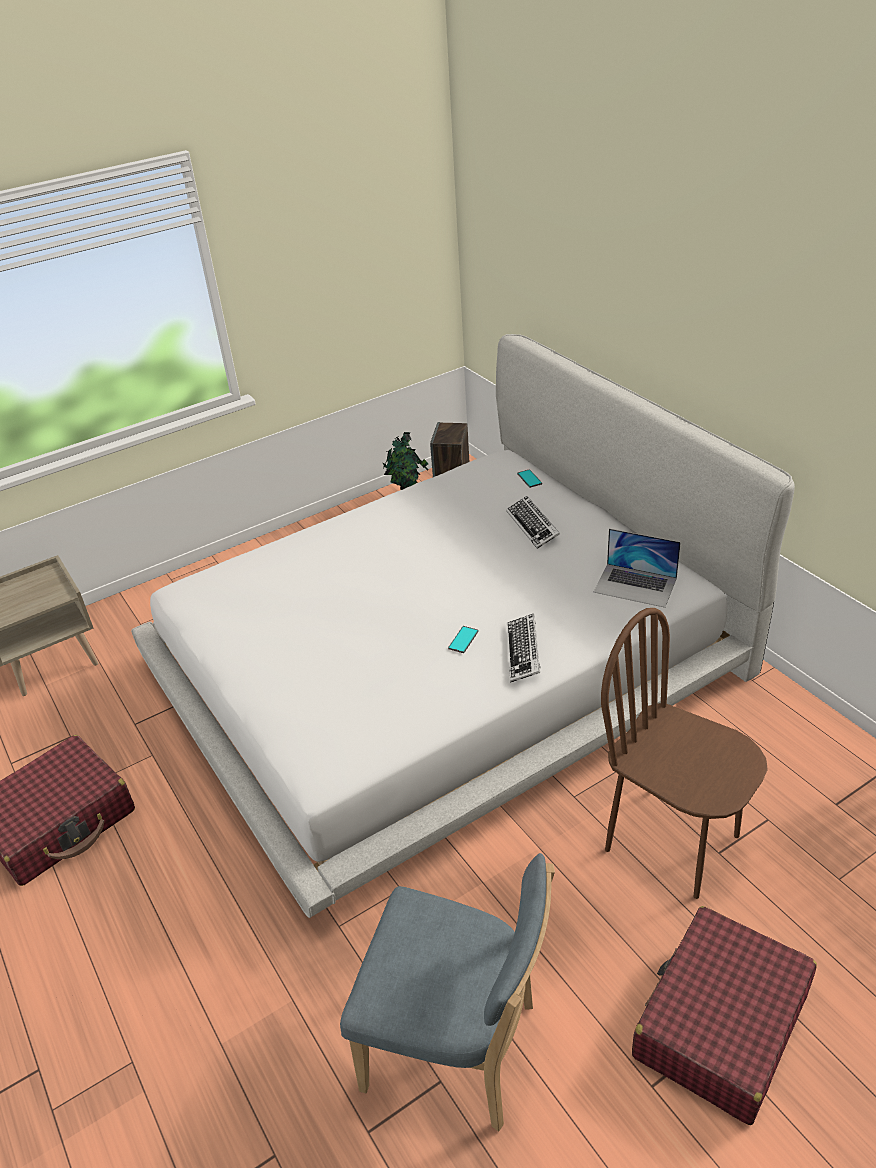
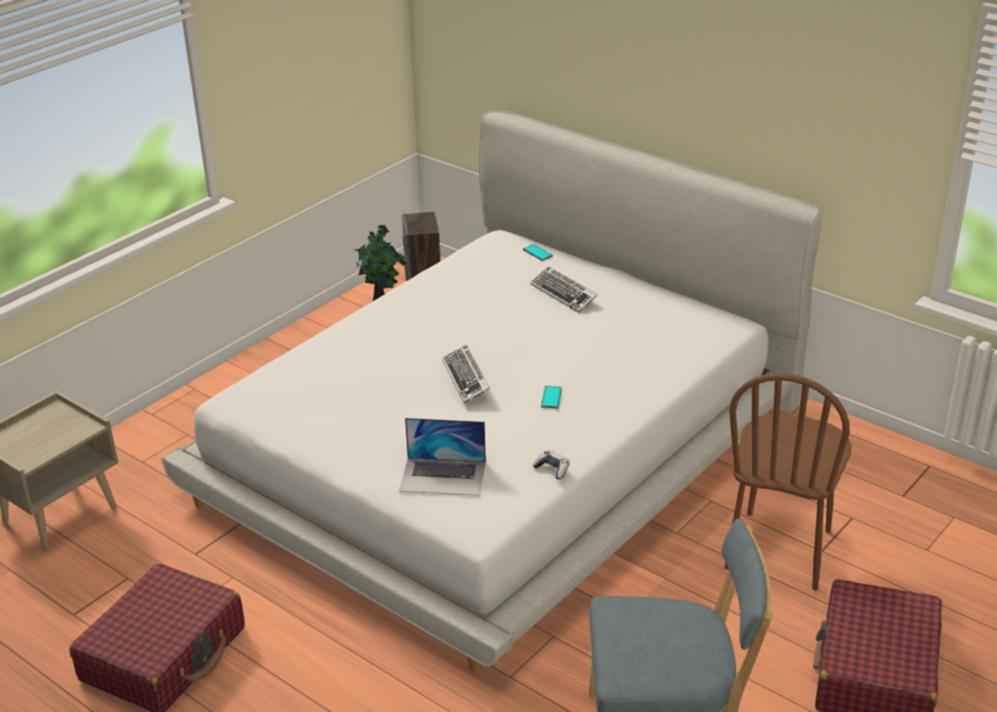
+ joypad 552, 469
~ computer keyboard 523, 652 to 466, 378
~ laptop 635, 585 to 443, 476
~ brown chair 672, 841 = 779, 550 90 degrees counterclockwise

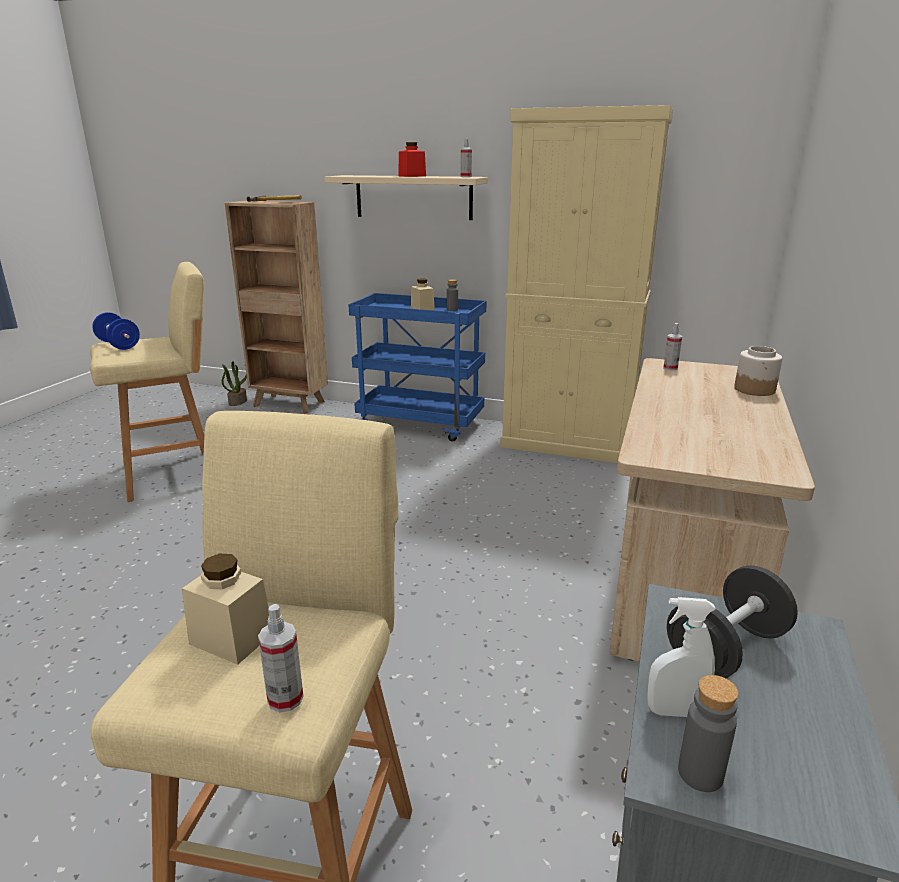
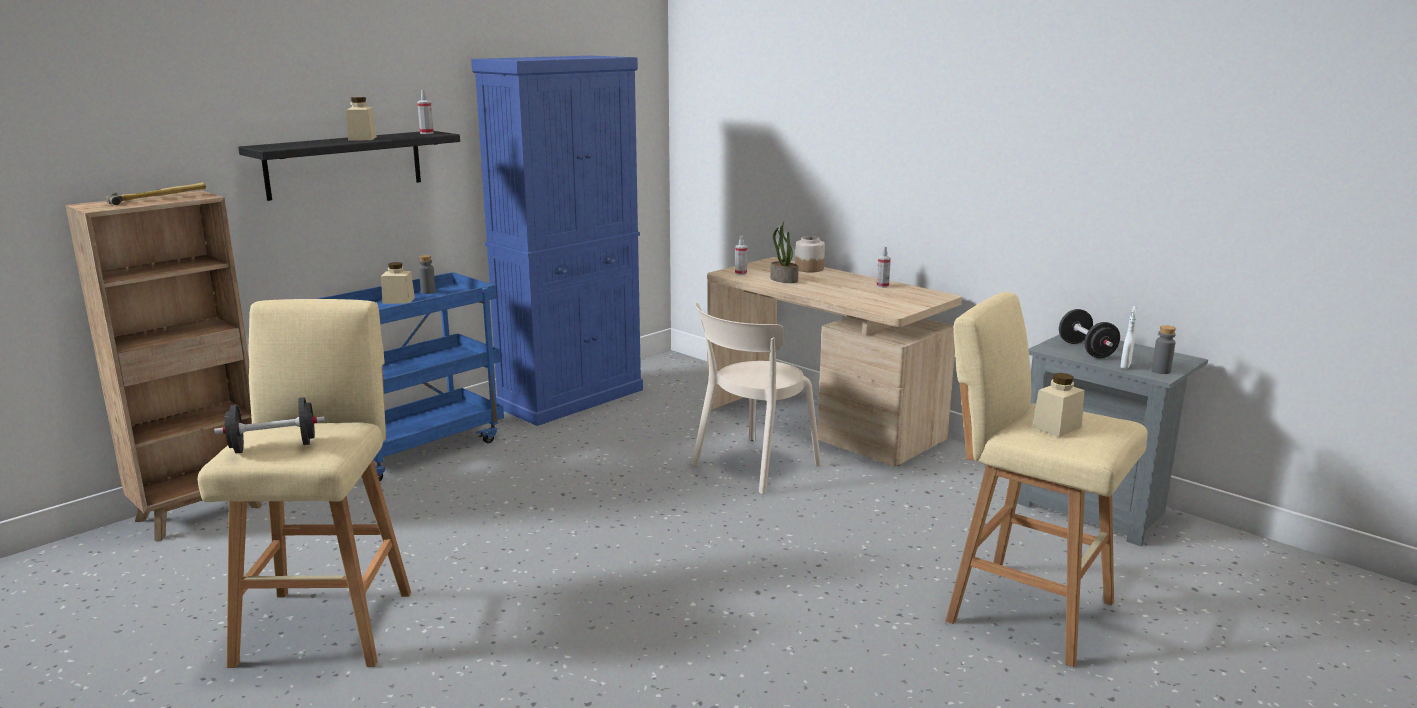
+ sand-coloured chair 752, 467
~ houseplant 237, 402 to 783, 280
~ sprayer 285, 698 to 882, 286
~ bluish dumbbell 118, 345 to blackish dumbbell 273, 447
~ sand-coloured wall shelf 413, 197 to blackish wall shelf 344, 164
~ reddish jar 412, 176 to sand-coloured jar 362, 138
~ sand-coloured cupboard 568, 443 to bluish cupboard 571, 398

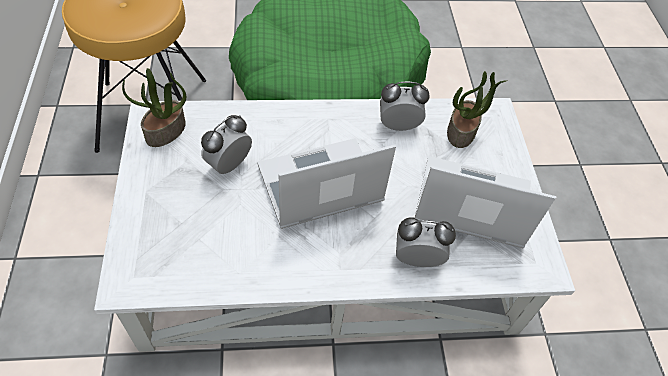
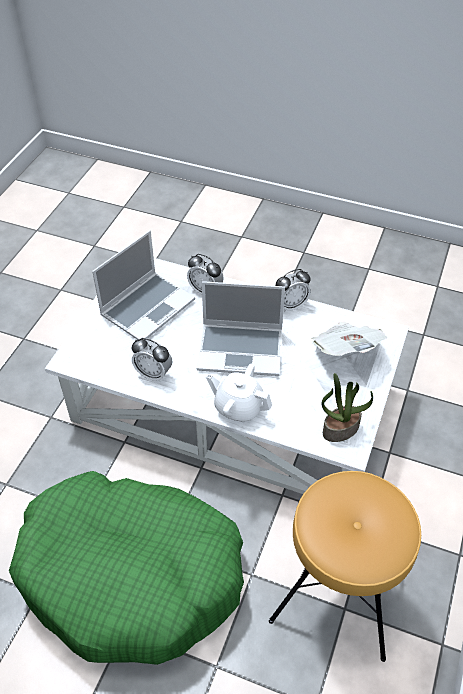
- houseplant 462, 132
+ white teapot 238, 407
+ printed paper 345, 350
~ alarm clock 229, 165 to 290, 305
~ laptop 470, 204 = 147, 307 90 degrees counterclockwise

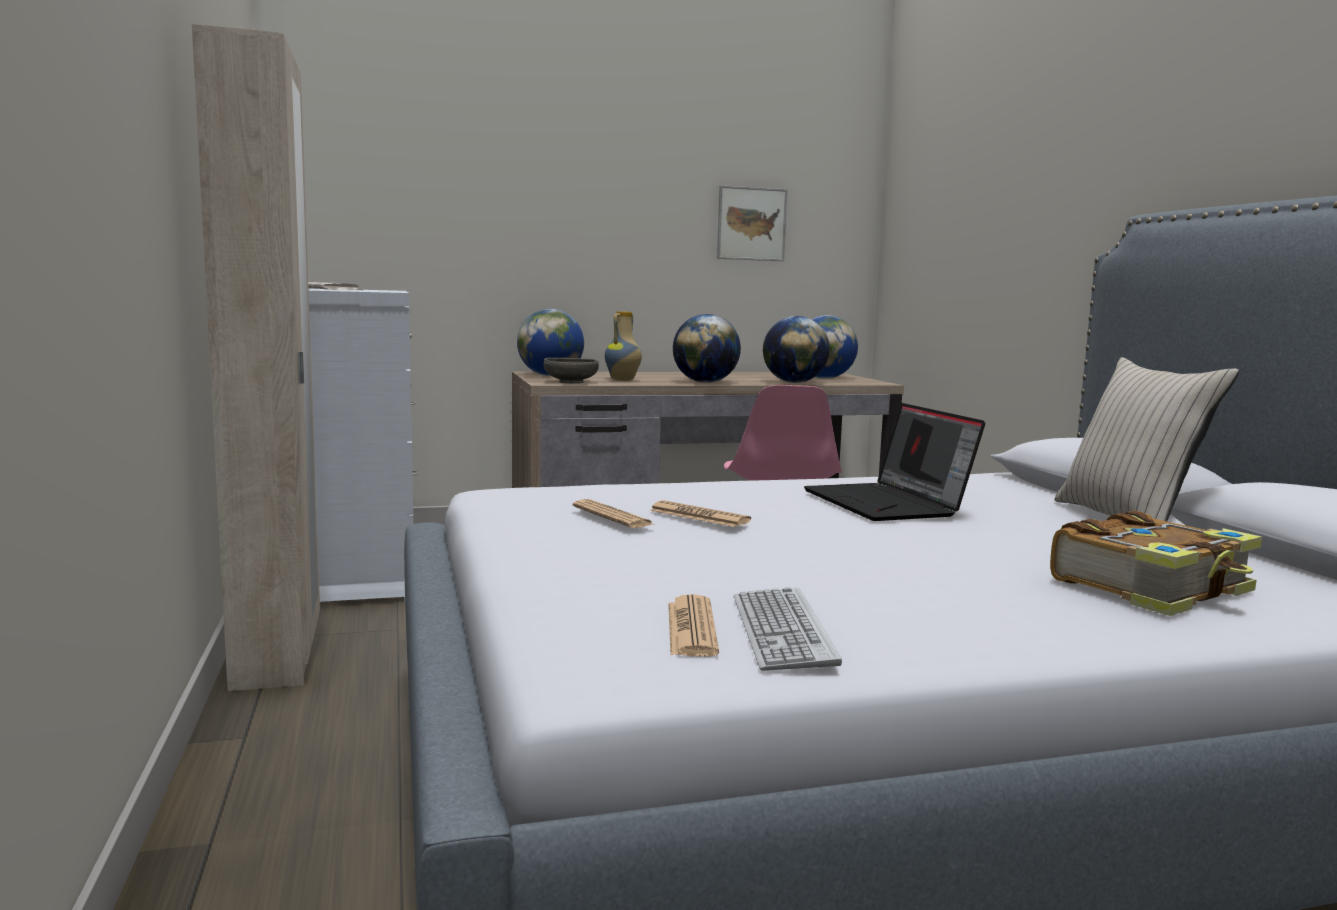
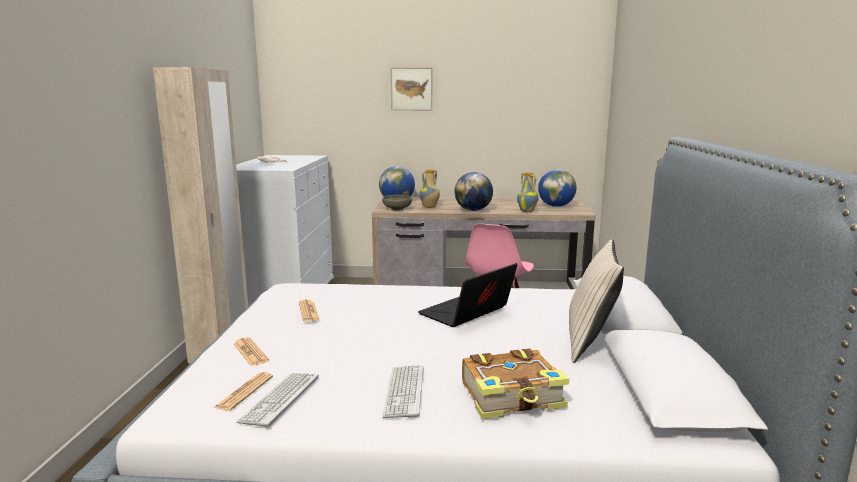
+ computer keyboard 404, 392
~ printed paper 699, 516 to 250, 352
~ wall art 751, 224 to 411, 89
~ globe 794, 382 to vase 527, 211
~ laptop 889, 504 = 466, 313 45 degrees clockwise

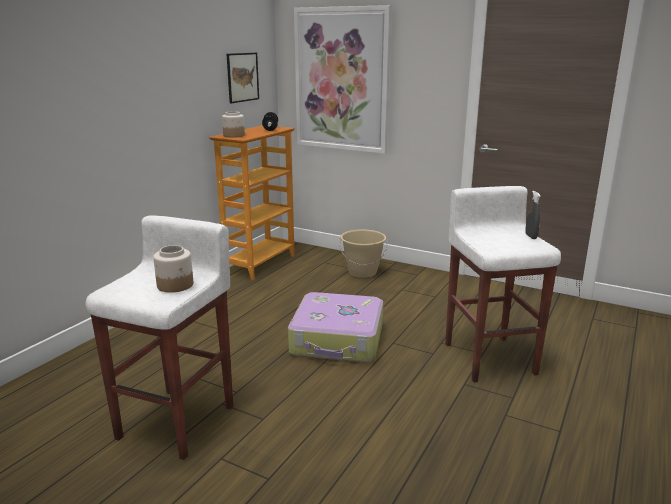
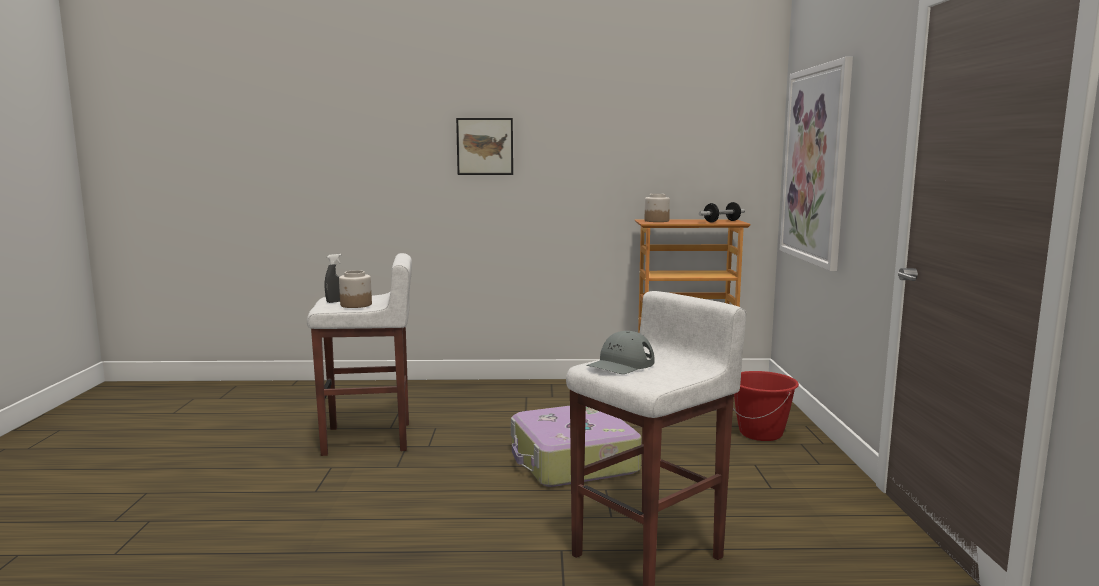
+ grey baseball cap 620, 364
~ wall art 242, 77 to 485, 146
~ grey sprayer 531, 236 to 336, 301
~ sand-coloured pail 362, 272 to reddish pail 761, 433

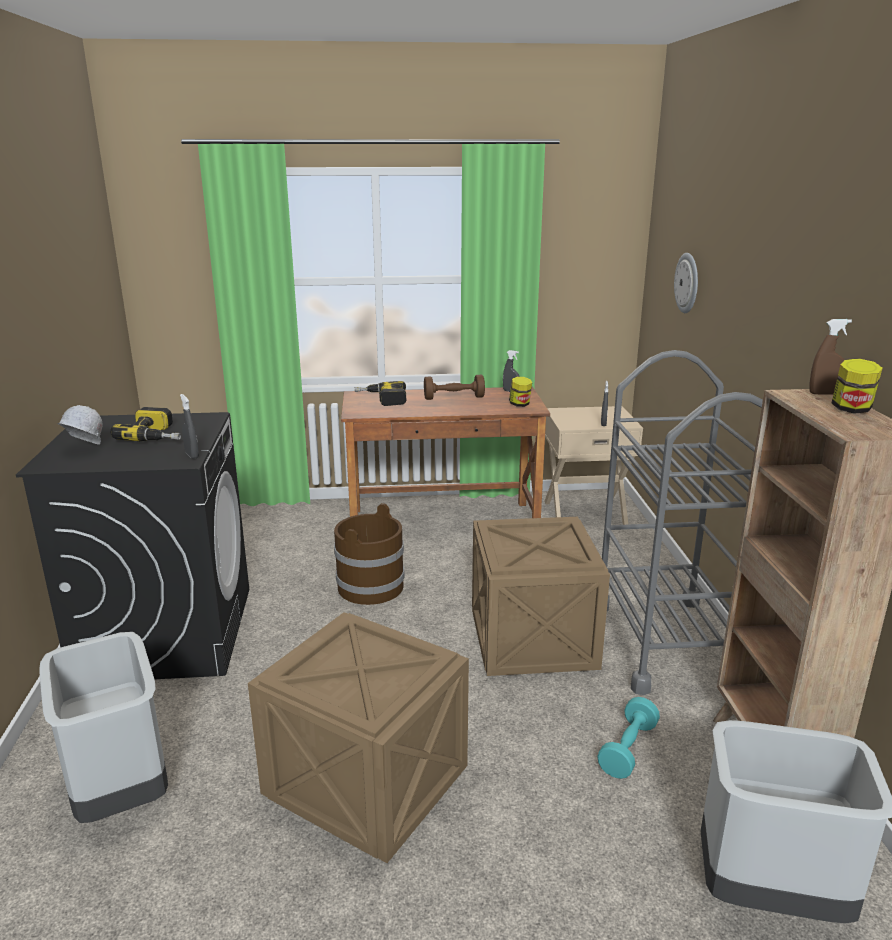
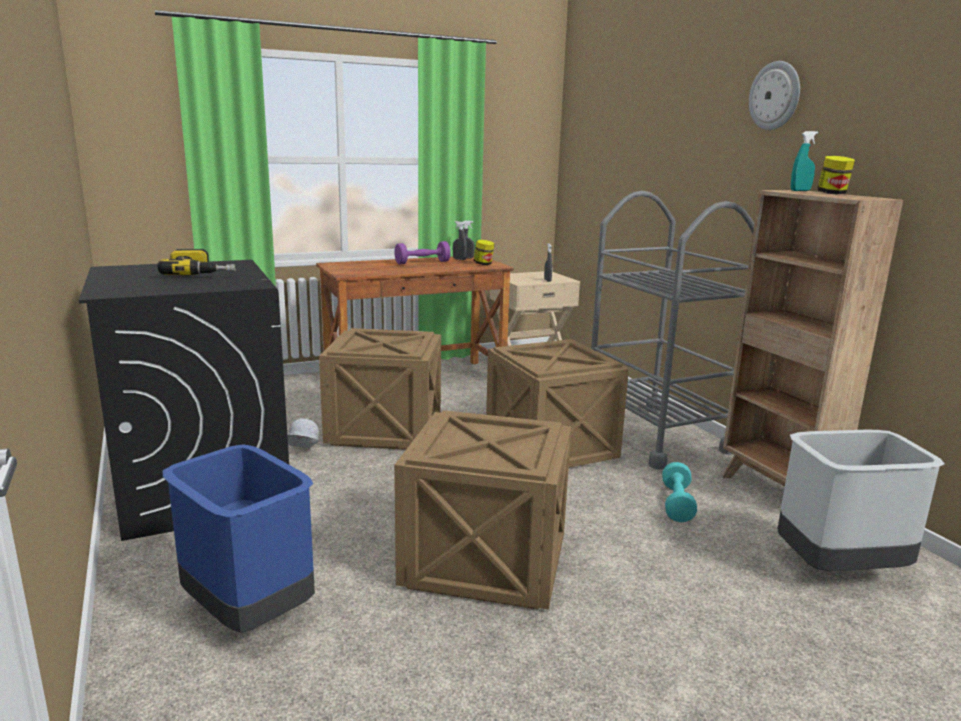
- drill 381, 399
~ white safety helmet 83, 450 to 302, 454
~ grey sprayer 192, 455 to 459, 259
~ hanging clock 687, 283 to 775, 96
~ brown pail 370, 586 to shipping crate 383, 429
~ grey trash can 119, 792 to bluish trash can 246, 613
~ brown dumbbell 454, 398 to purplish dumbbell 422, 263
~ brown sprayer 824, 393 to turquoise-coloured sprayer 800, 190

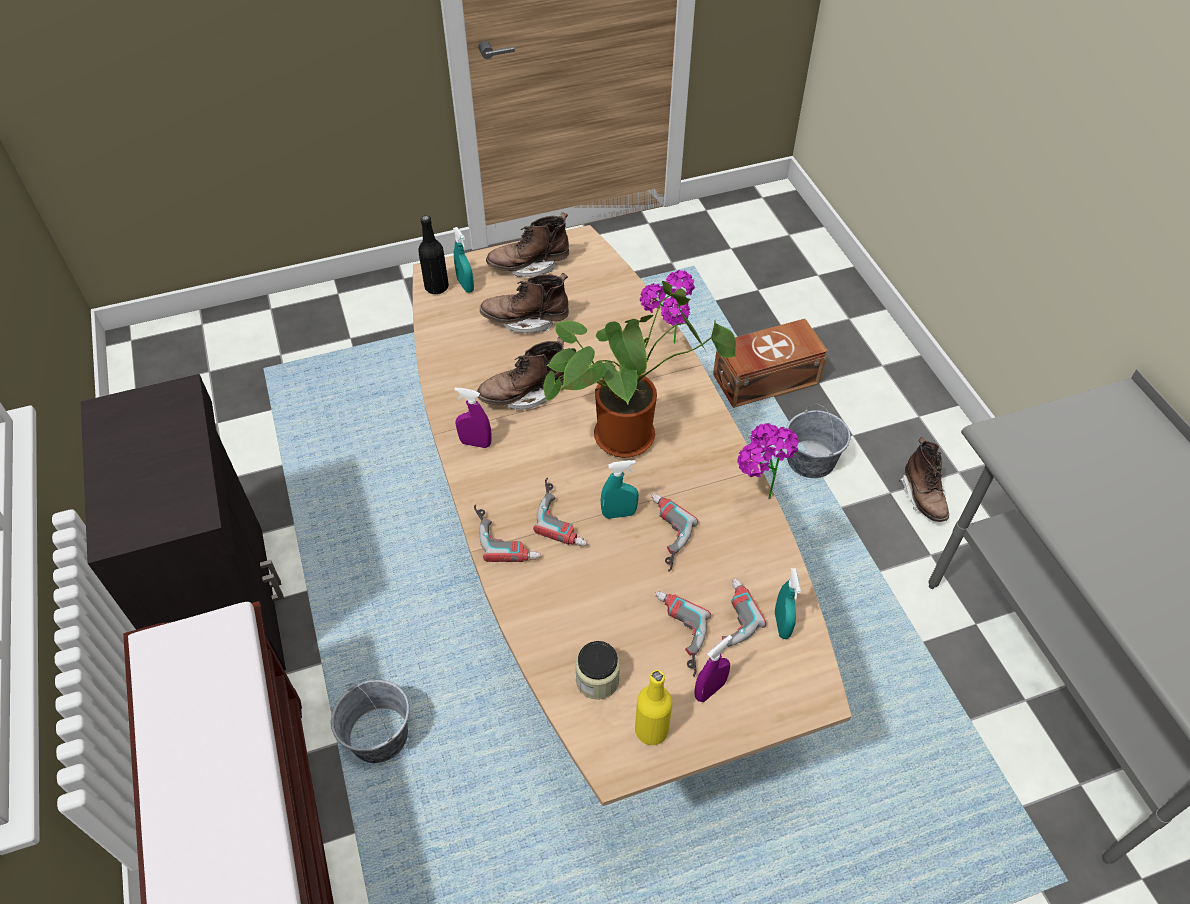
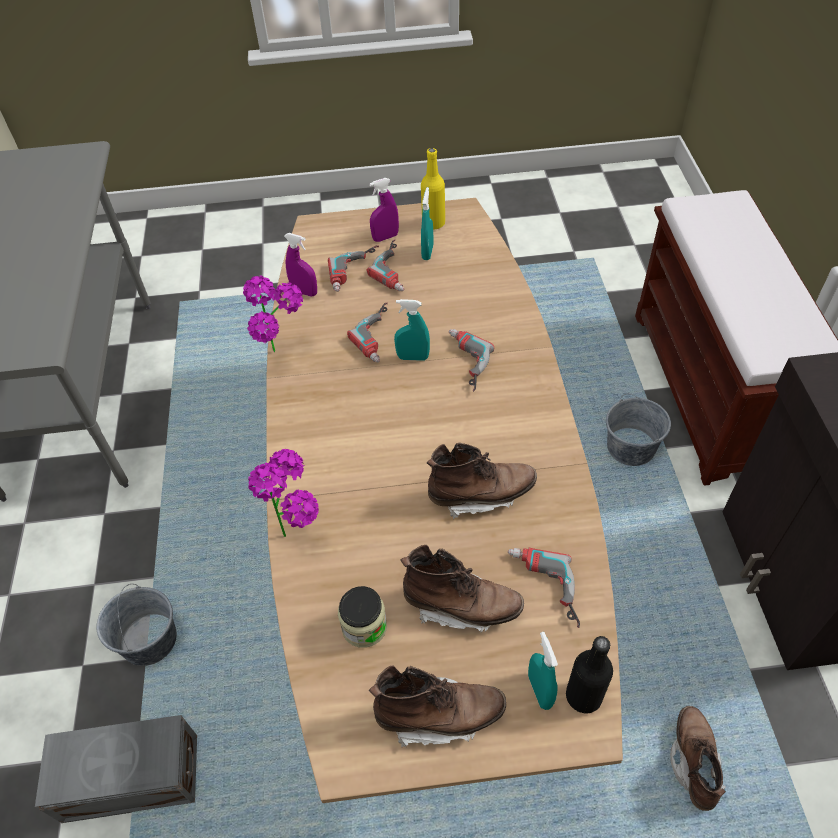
- houseplant 629, 432
~ purplish sprayer 475, 443 to 304, 292
~ drill 507, 535 to 542, 589
~ jar 597, 680 to 364, 626
~ turquoise-coloured sprayer 782, 624 to 427, 252
~ brown boot 923, 497 to 694, 762
~ brown storage container 764, 379 to grey storage container 133, 780

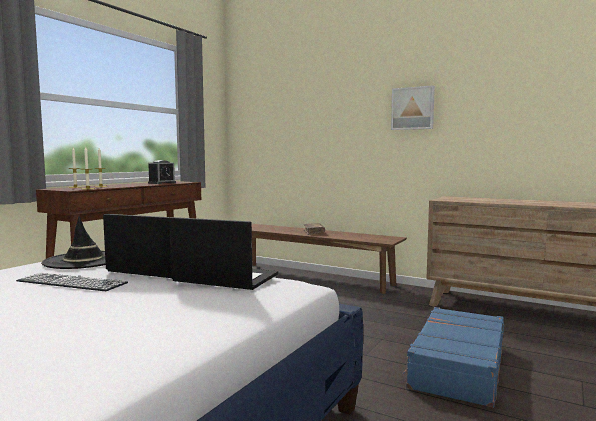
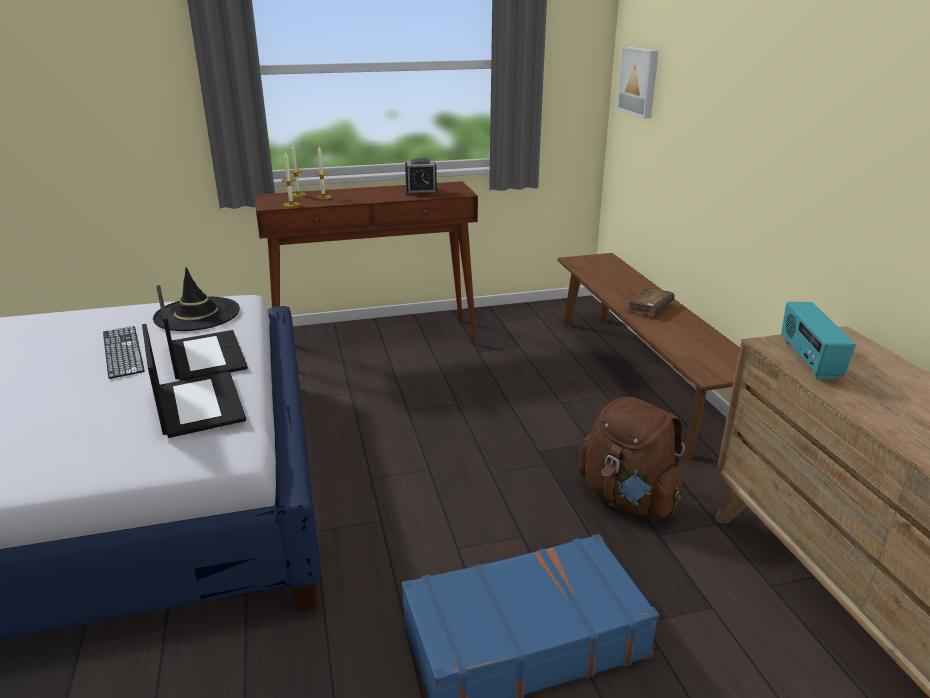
+ brown knapsack 627, 498
+ radio set 808, 360
~ wall art 413, 108 to 640, 81

